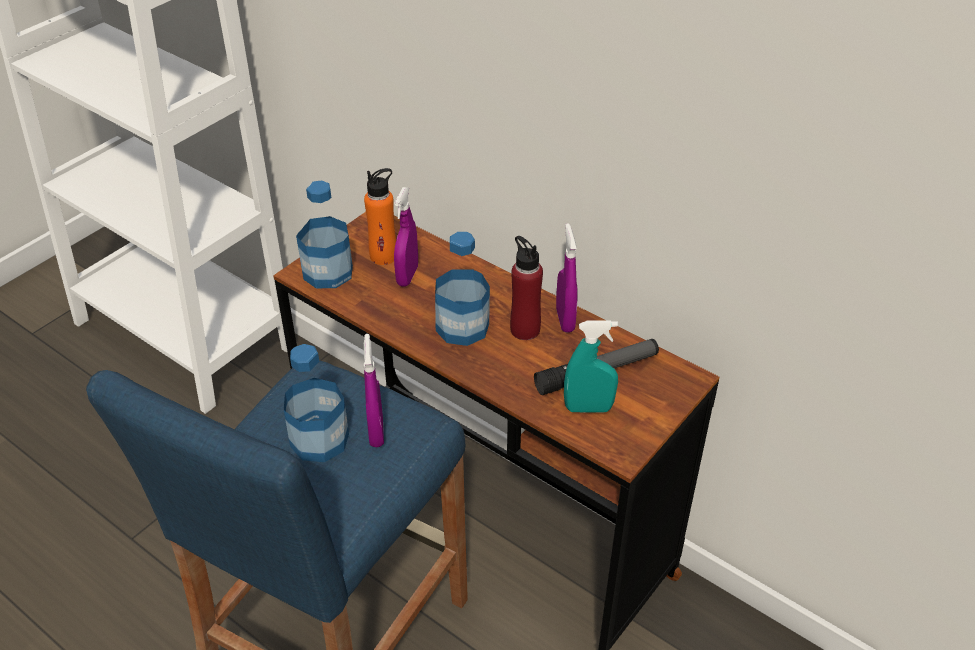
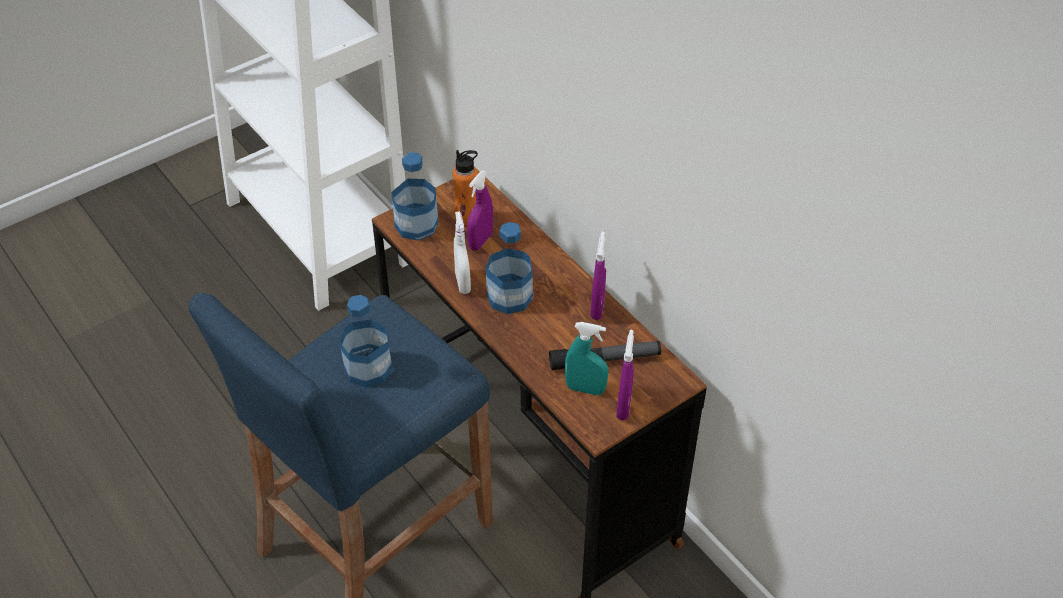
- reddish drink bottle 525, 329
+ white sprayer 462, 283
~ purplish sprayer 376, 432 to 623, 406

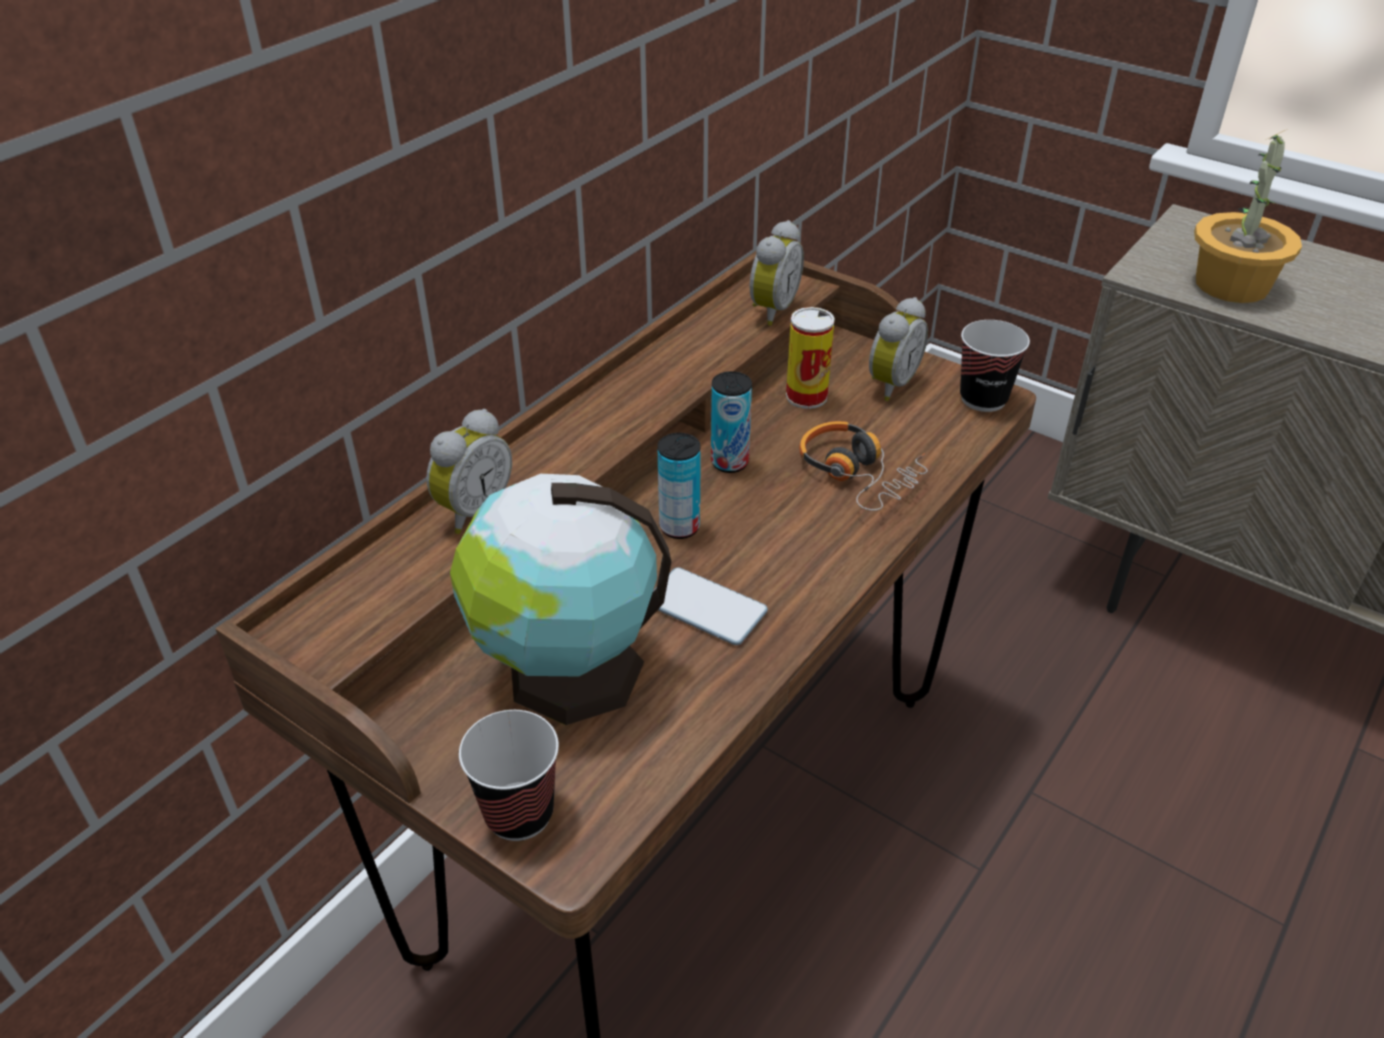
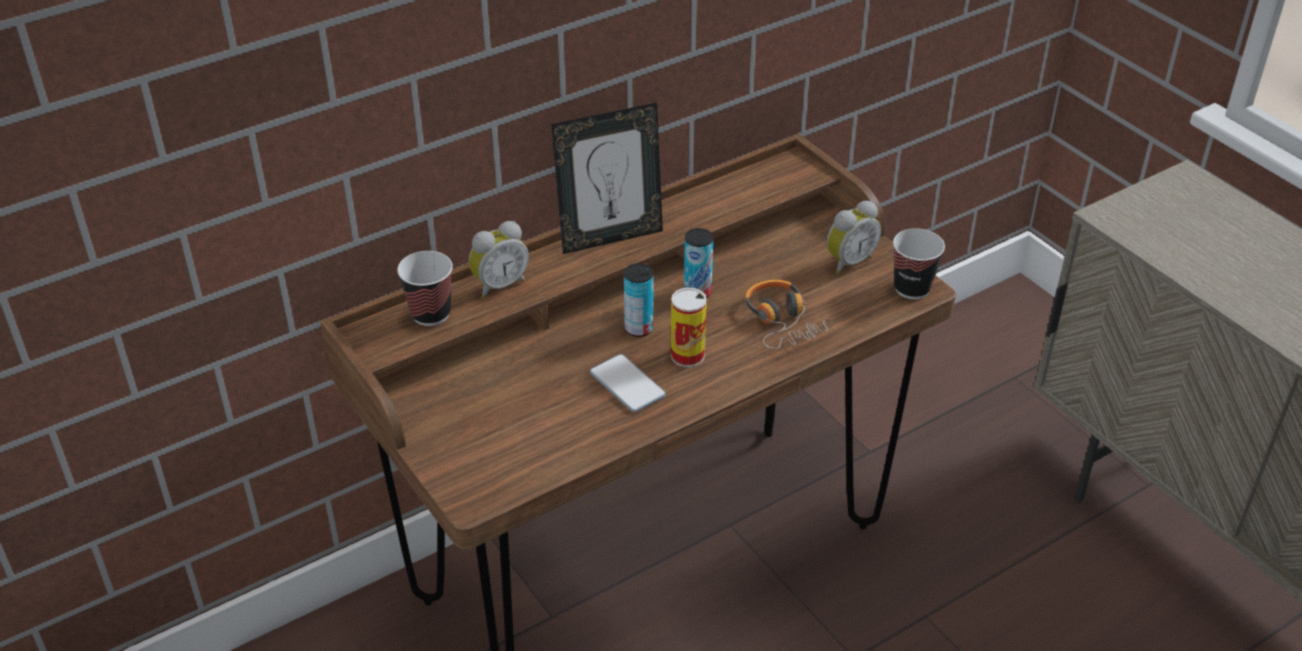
- globe 566, 672
- alarm clock 770, 310
- houseplant 1233, 285
+ photo frame 610, 237
~ drinking cup 519, 813 to 430, 314
~ sealed can 806, 396 to 687, 355

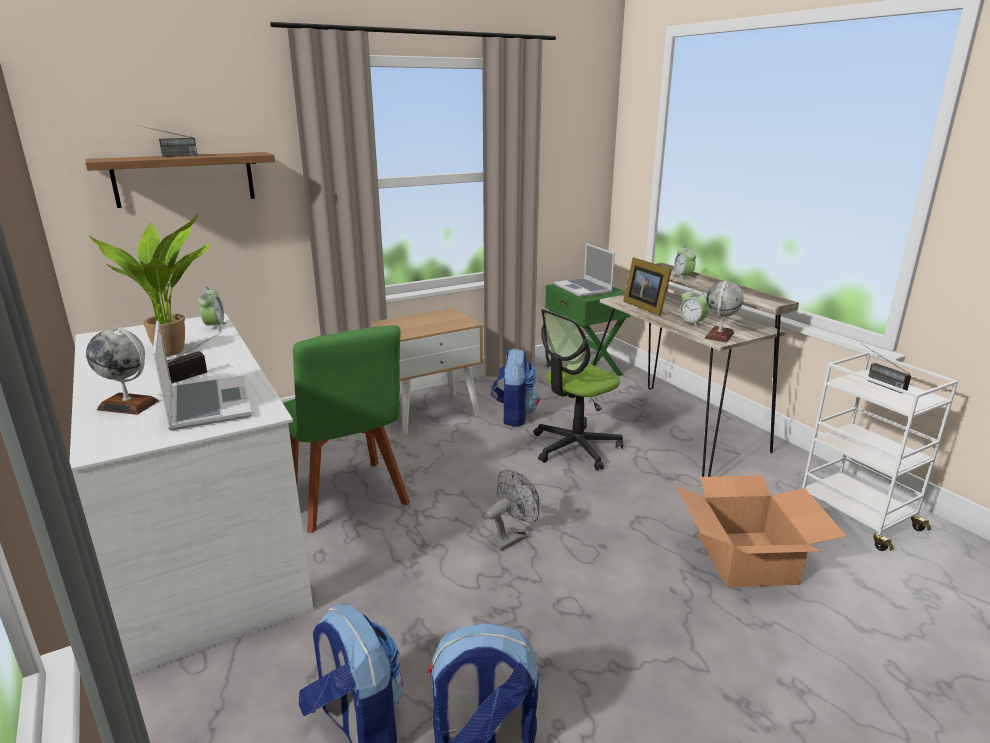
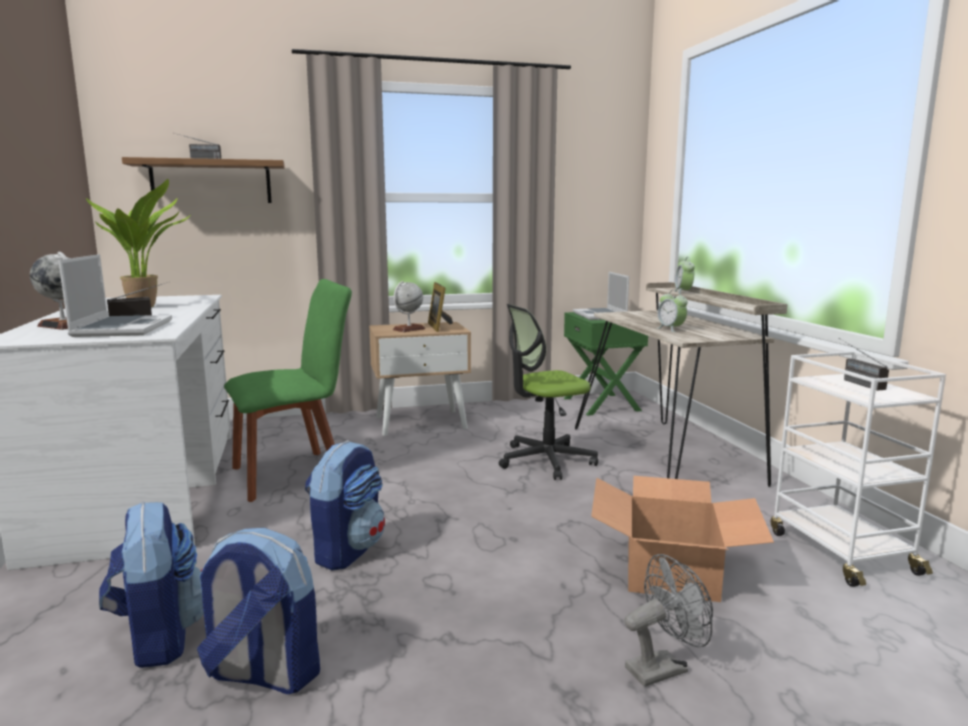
- alarm clock 214, 327
~ grey electric fan 511, 537 to 663, 667
~ knapsack 514, 415 to 347, 550
~ photo frame 645, 307 to 439, 327
~ globe 719, 336 to 409, 329
~ green-coloured chair 349, 498 = 294, 474 105 degrees counterclockwise

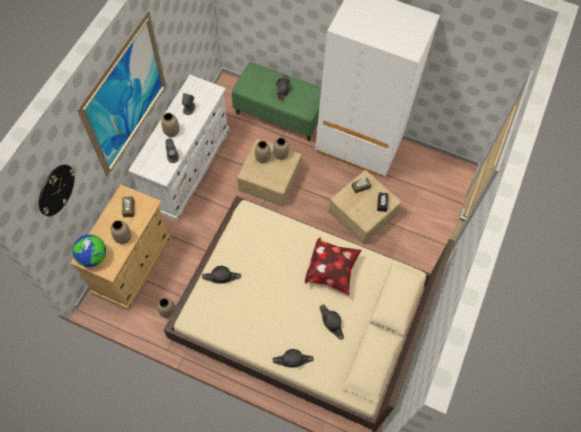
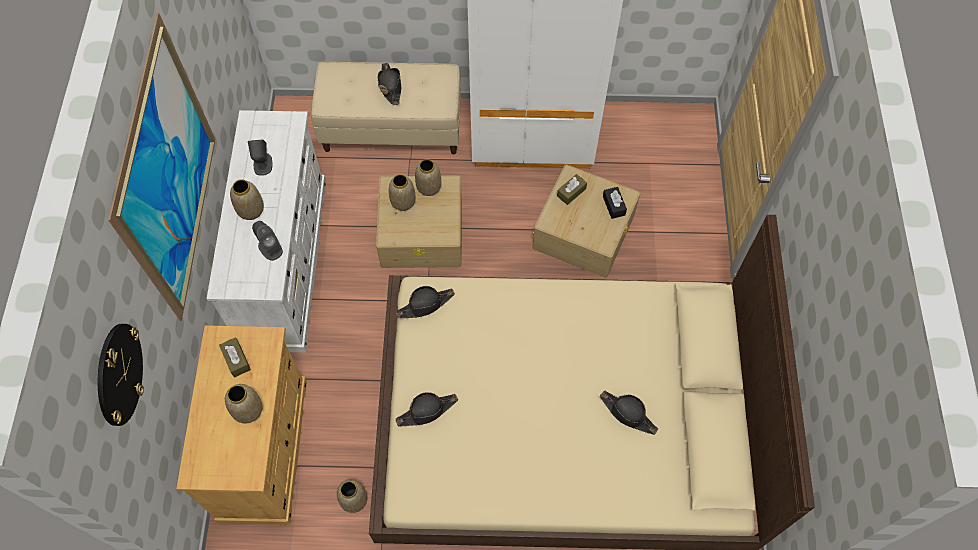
- globe 93, 257
- pillow 332, 271
~ blackish clothing hat 293, 360 to 425, 304
~ green-coloured bench 280, 114 to sand-coloured bench 392, 128

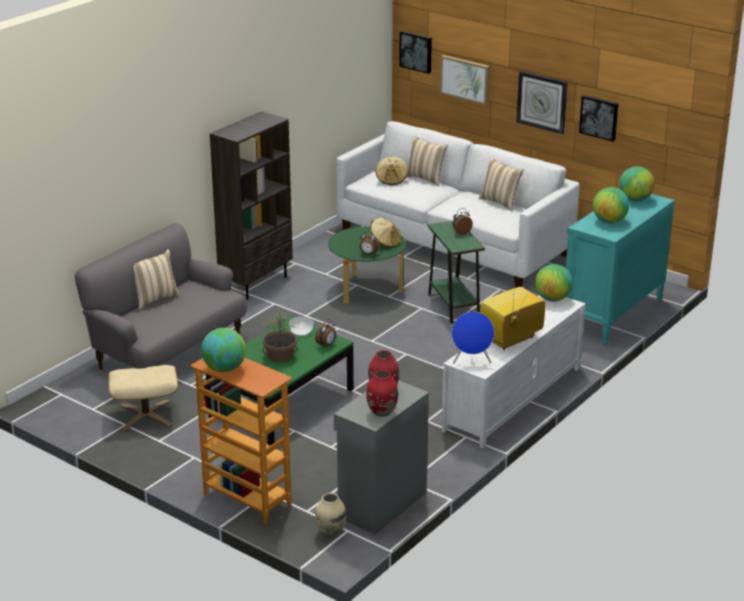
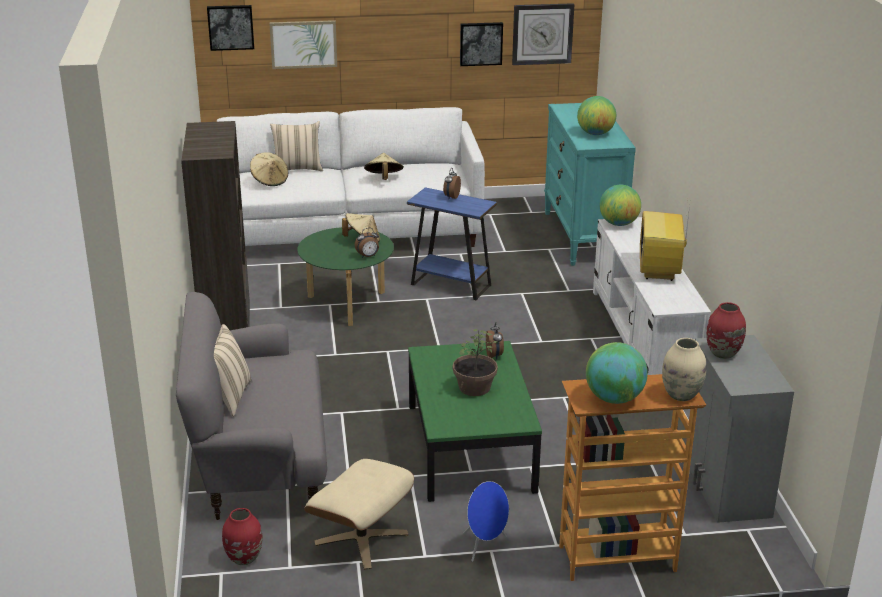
- deep dish 301, 331
- sand-coloured pillow 500, 202
- globe 635, 199
+ sand-coloured clothing hat 383, 179
~ sand-coloured vase 330, 533 to 681, 395
~ reddish vase 382, 412 to 244, 558
~ bluish loudspeaker 471, 361 to 485, 546
~ hanging clock 542, 102 to 542, 34
~ green-coloured accent table 453, 306 to bluish accent table 451, 285

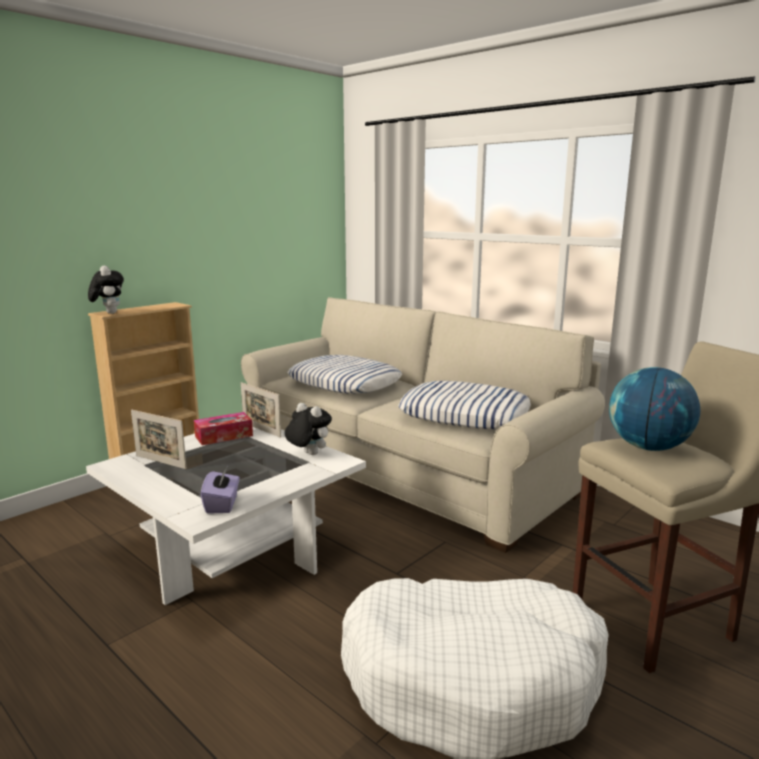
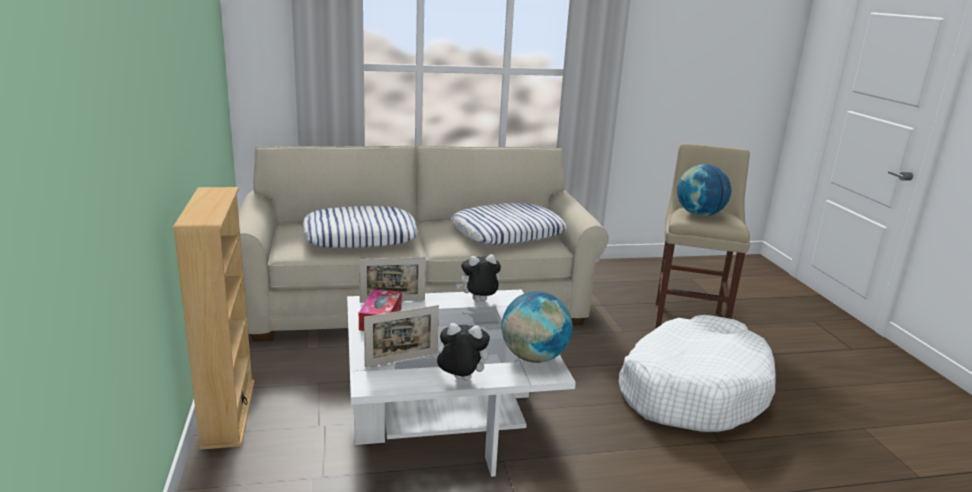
~ soft toy 109, 313 to 460, 380
~ purplish box of tissues 222, 504 to globe 534, 357

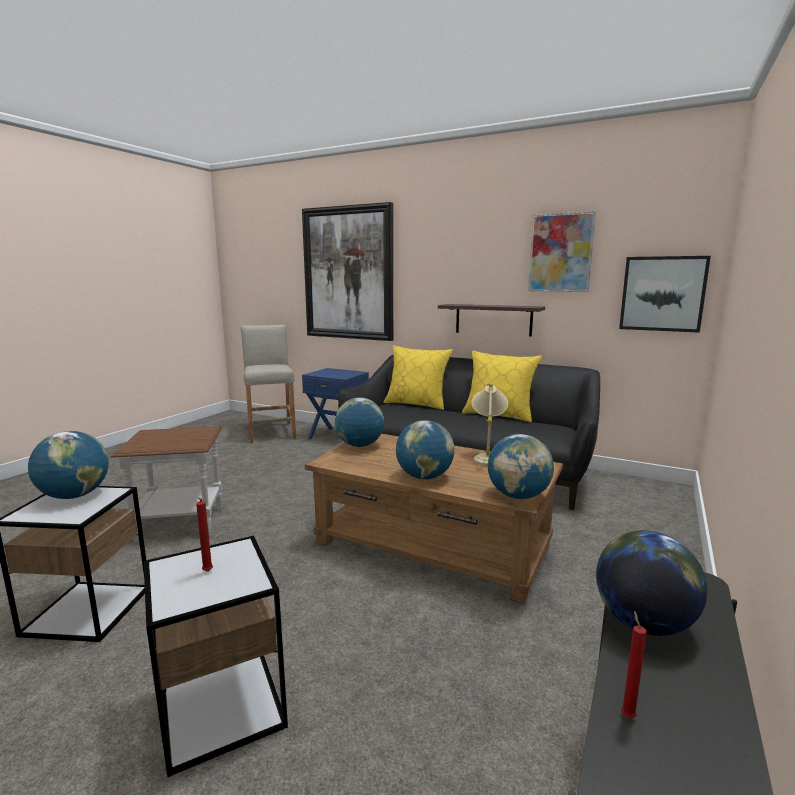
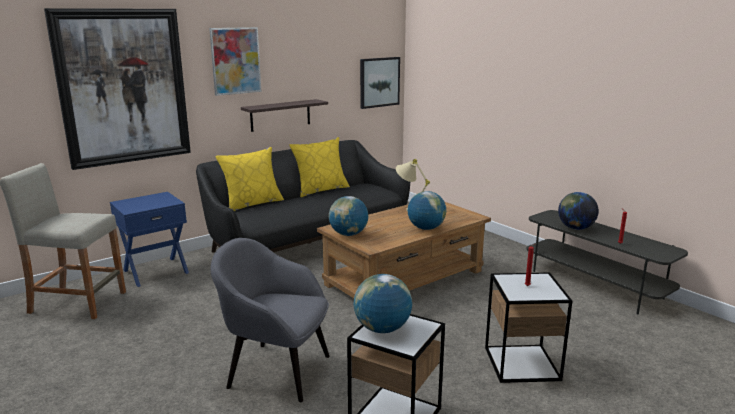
- globe 518, 496
~ wall art 560, 253 to 235, 61
~ brown accent table 181, 524 to grey lounge chair 277, 371

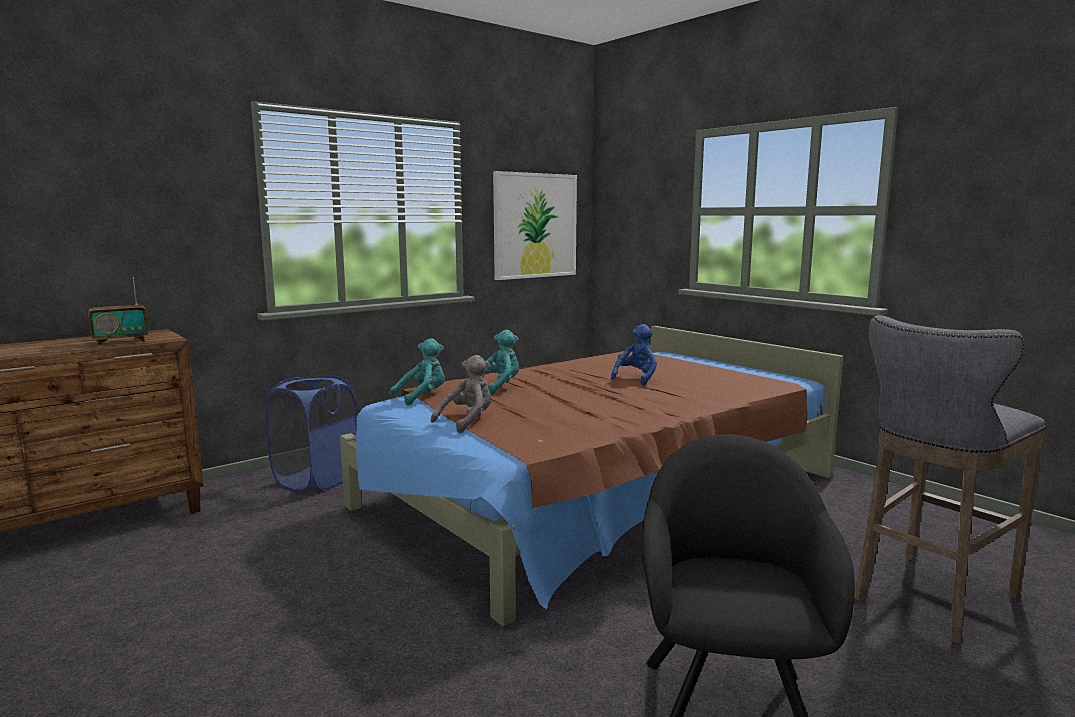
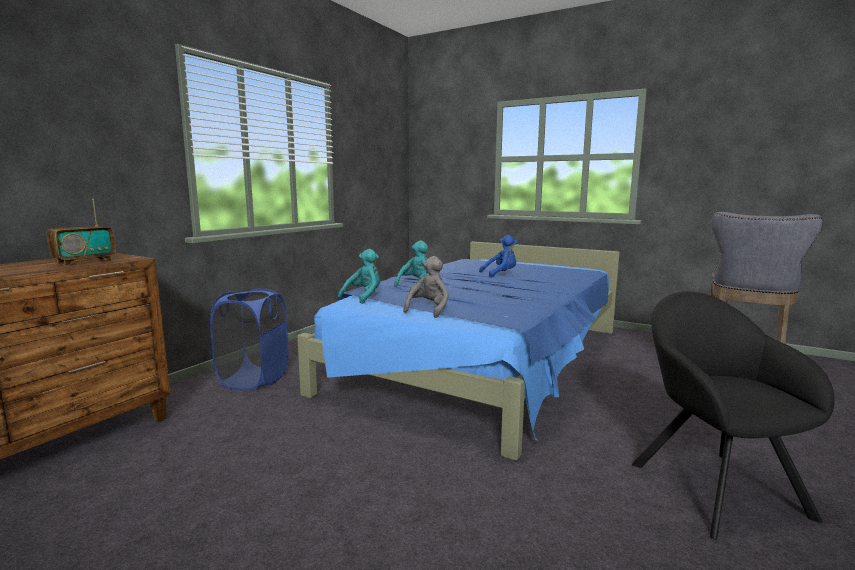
- wall art 535, 225
~ brown bed 599, 492 to bluish bed 484, 359
~ bluish soft toy 636, 378 = 500, 274 60 degrees clockwise

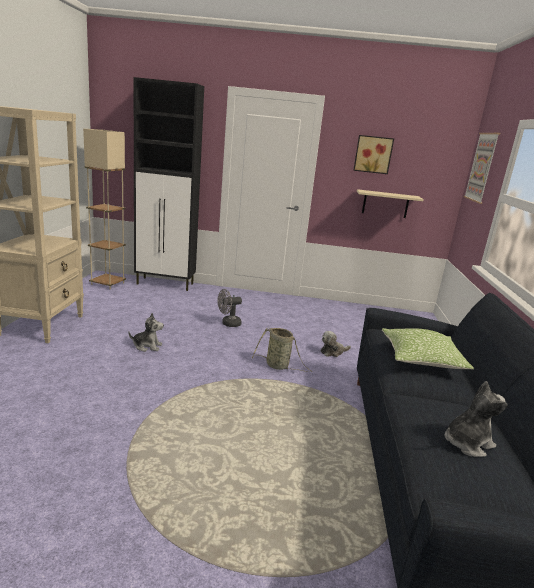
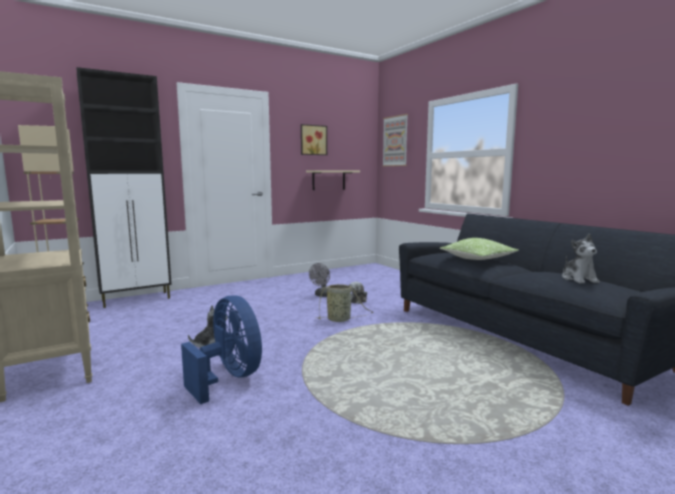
+ bluish electric fan 229, 378
~ grey electric fan 228, 324 to 322, 295
~ soft toy 467, 443 = 579, 279 150 degrees clockwise

